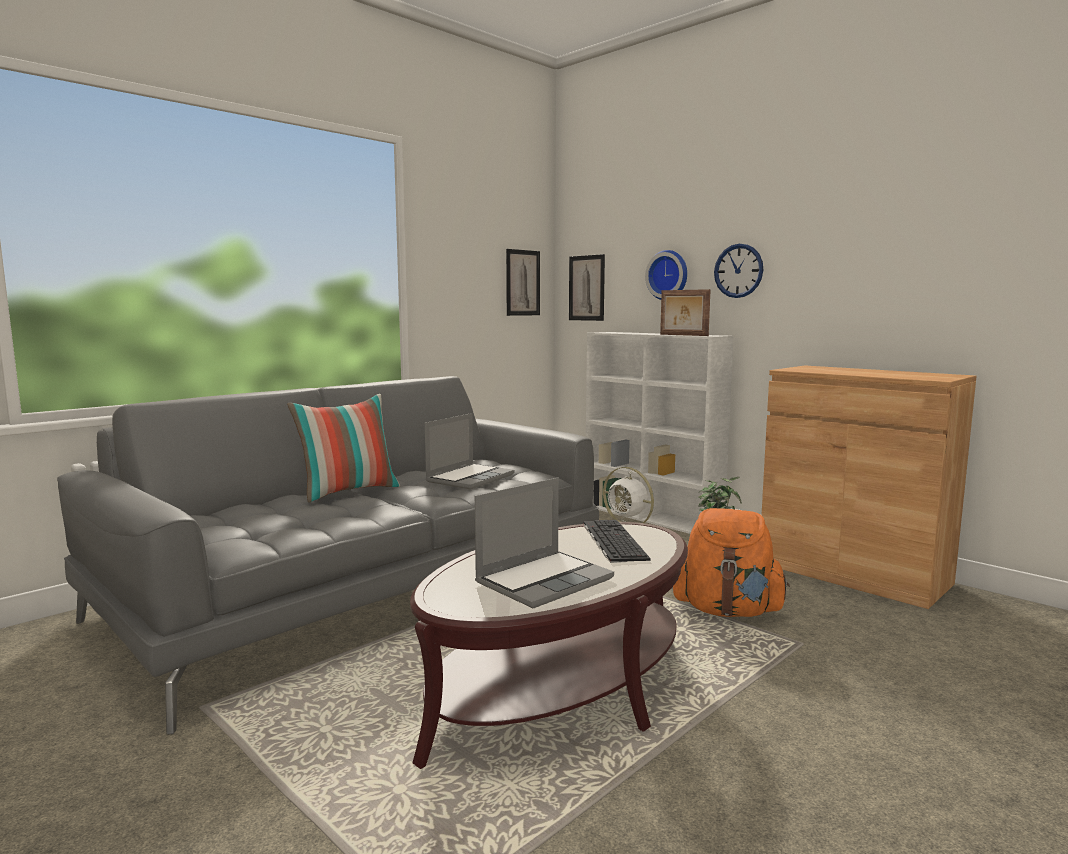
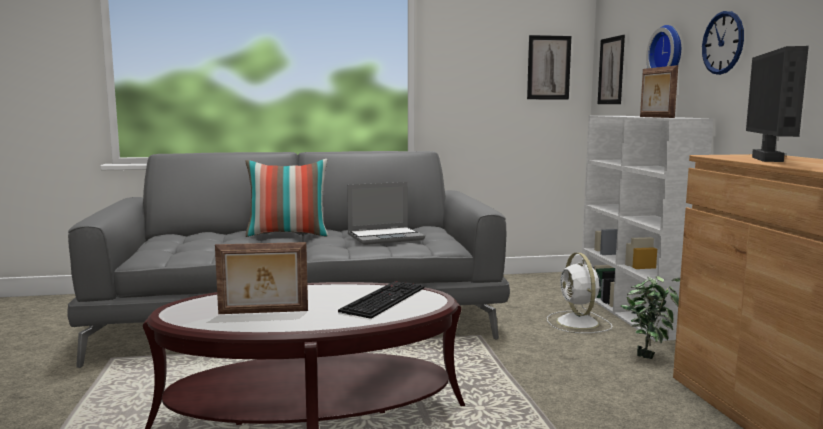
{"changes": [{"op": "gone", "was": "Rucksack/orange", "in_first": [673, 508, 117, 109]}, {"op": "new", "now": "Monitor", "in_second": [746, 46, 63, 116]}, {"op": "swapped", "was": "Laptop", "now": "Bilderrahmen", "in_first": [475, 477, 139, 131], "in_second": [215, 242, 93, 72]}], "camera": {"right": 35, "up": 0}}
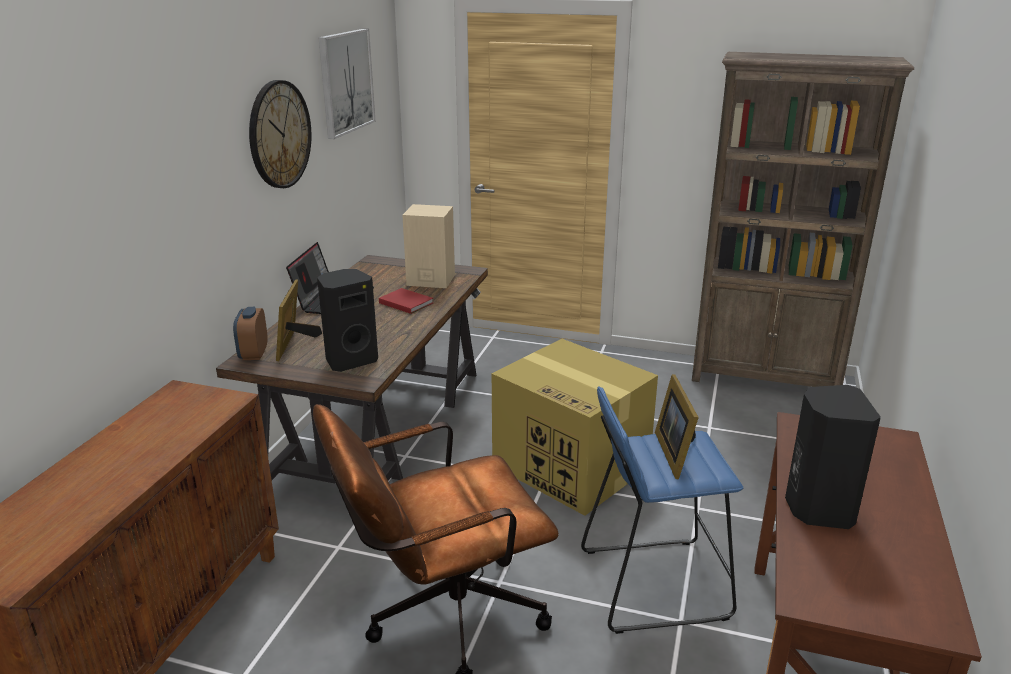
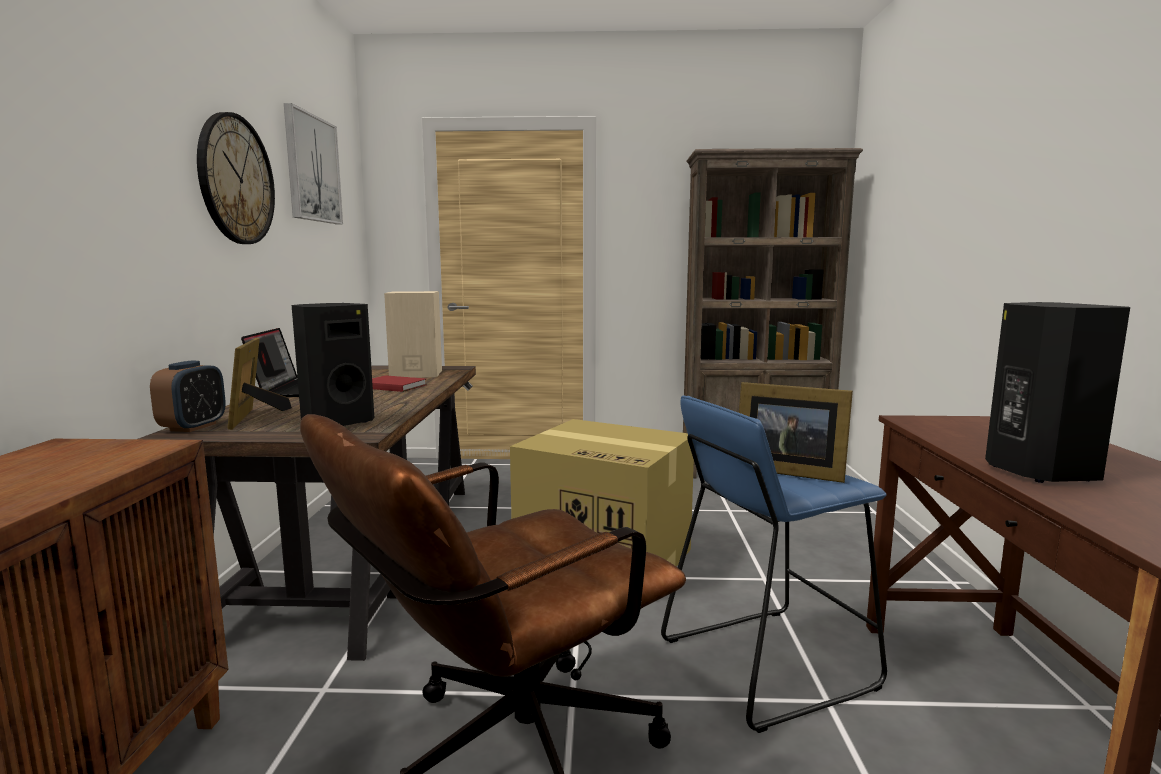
{"changes": [{"op": "rotated", "was": "Wecker", "in_first": [233, 307, 34, 53], "in_second": [150, 360, 76, 72], "clockwise": -150}, {"op": "rotated", "was": "Bilderrahmen", "in_first": [655, 374, 44, 106], "in_second": [739, 382, 114, 101], "clockwise": -45}], "camera": {"right": -15, "up": -15}}
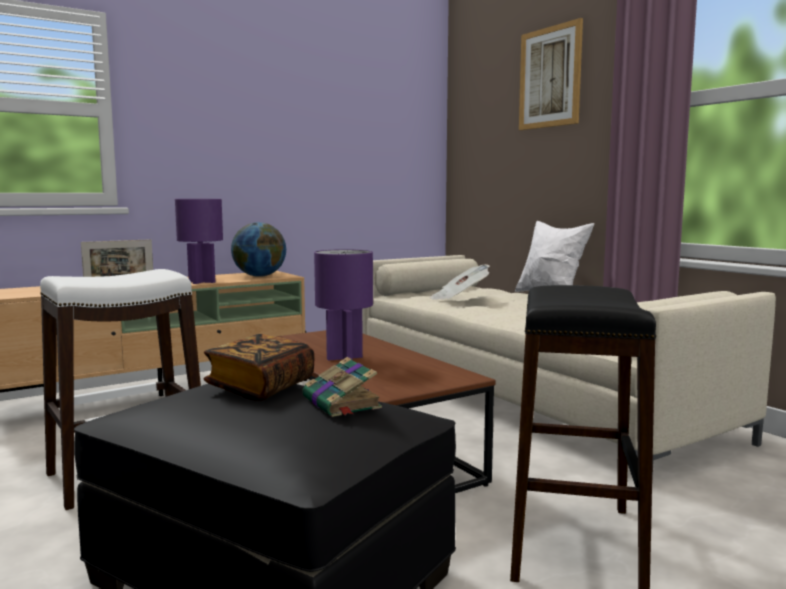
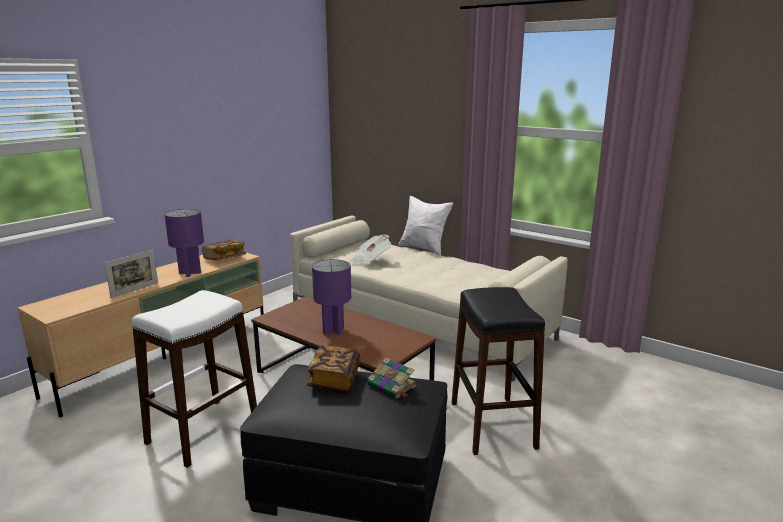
{"changes": [{"op": "gone", "was": "Bild", "in_first": [519, 18, 64, 112]}, {"op": "swapped", "was": "Globus", "now": "Buch", "in_first": [231, 222, 55, 55], "in_second": [202, 240, 44, 20]}], "camera": {"right": -20, "up": 10}}
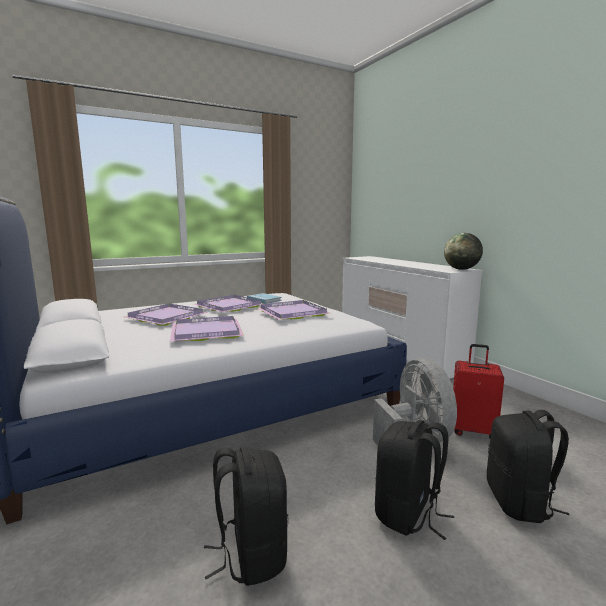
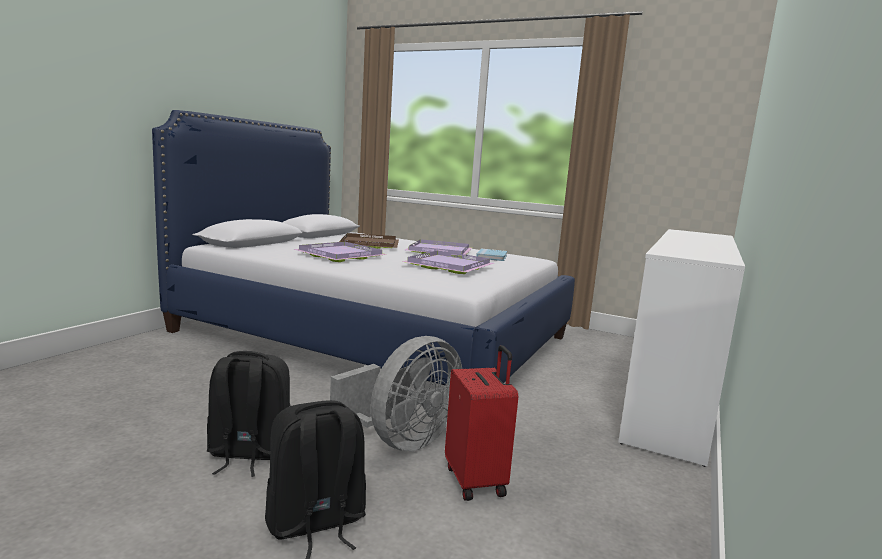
{"changes": [{"op": "gone", "was": "Rucksack/schwarz", "in_first": [204, 447, 84, 139]}, {"op": "gone", "was": "Globus", "in_first": [444, 233, 39, 37]}, {"op": "repainted", "was": "Tablett/lila", "now": "Tablett/braun", "in_first": [124, 304, 84, 22], "in_second": [339, 233, 60, 16]}], "camera": {"right": 55, "up": 0}}
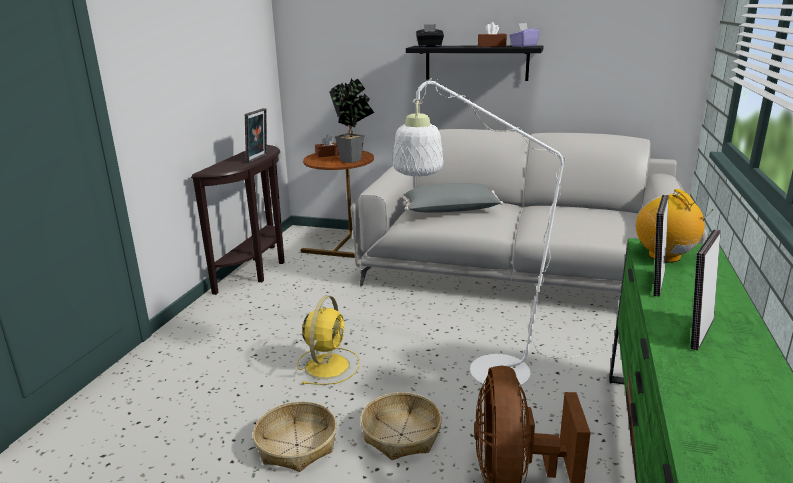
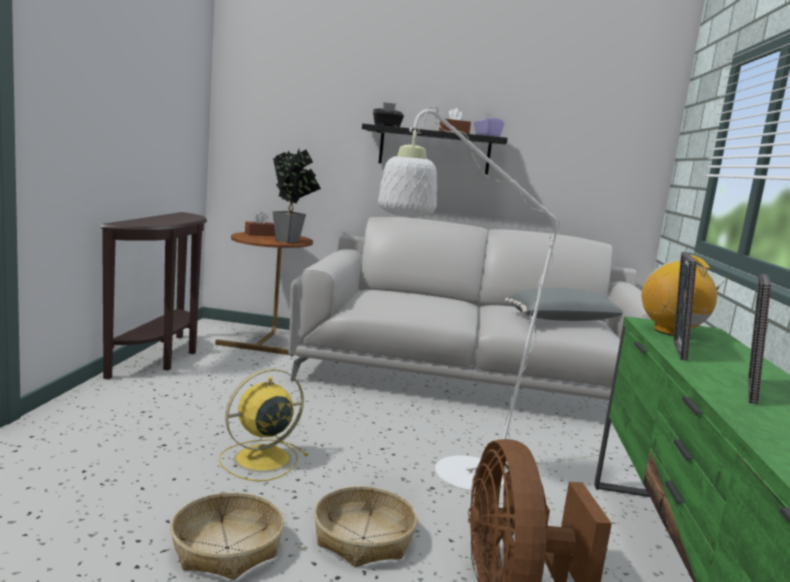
{"changes": [{"op": "gone", "was": "Bilderrahmen", "in_first": [245, 108, 22, 55]}, {"op": "shifted", "was": "Kissen/grau", "in_first": [401, 183, 102, 30], "in_second": [505, 288, 118, 33]}, {"op": "rotated", "was": "Ventilator/gelb", "in_first": [297, 295, 63, 90], "in_second": [219, 368, 90, 113], "clockwise": -135}], "camera": {"right": -10, "up": -10}}
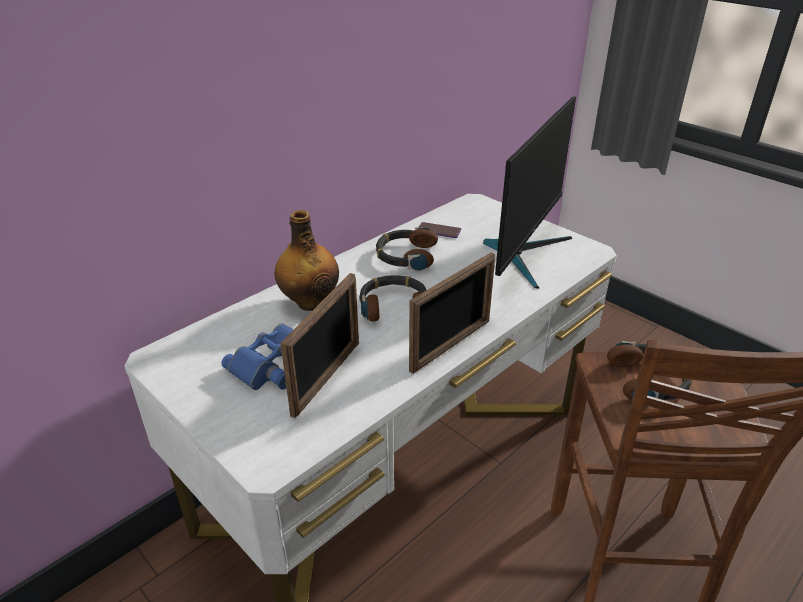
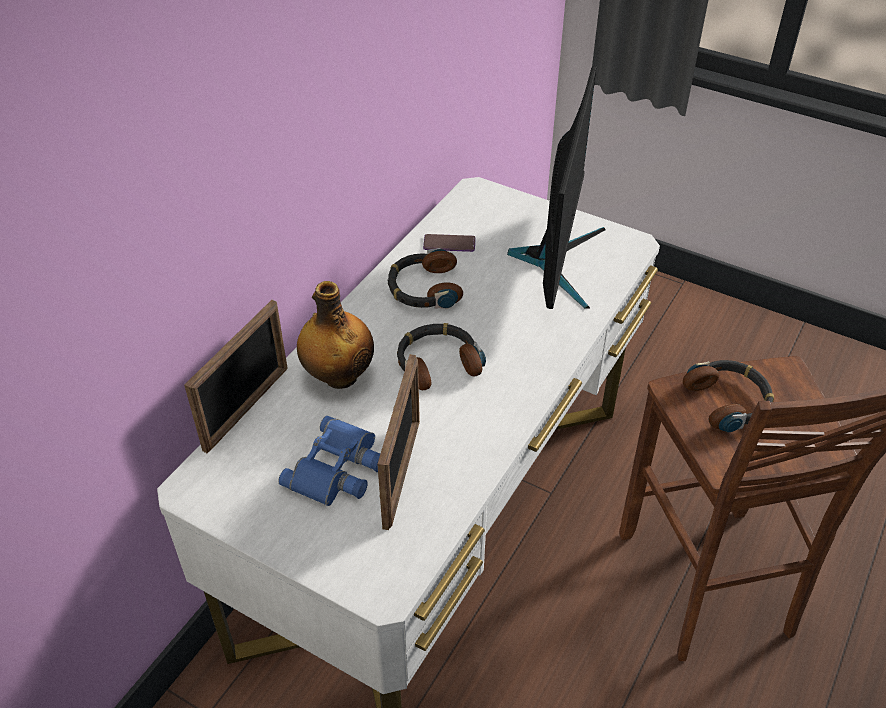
{"changes": [{"op": "shifted", "was": "Bilderrahmen", "in_first": [409, 252, 86, 122], "in_second": [184, 300, 104, 153]}], "camera": {"right": -15, "up": 10}}
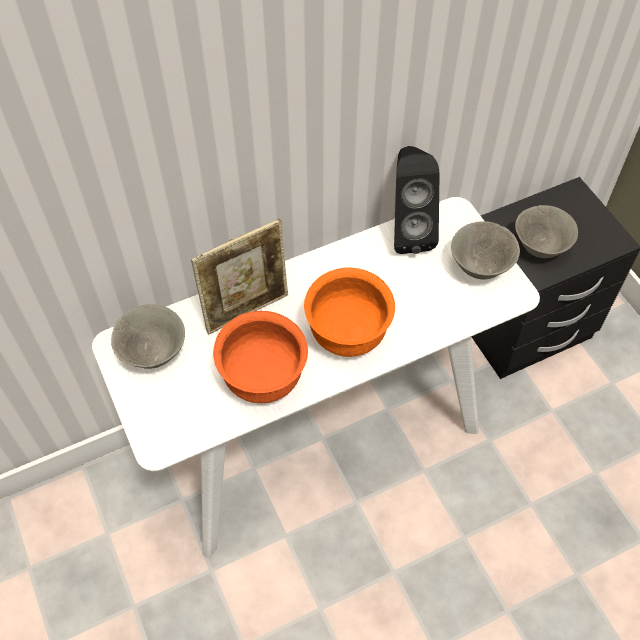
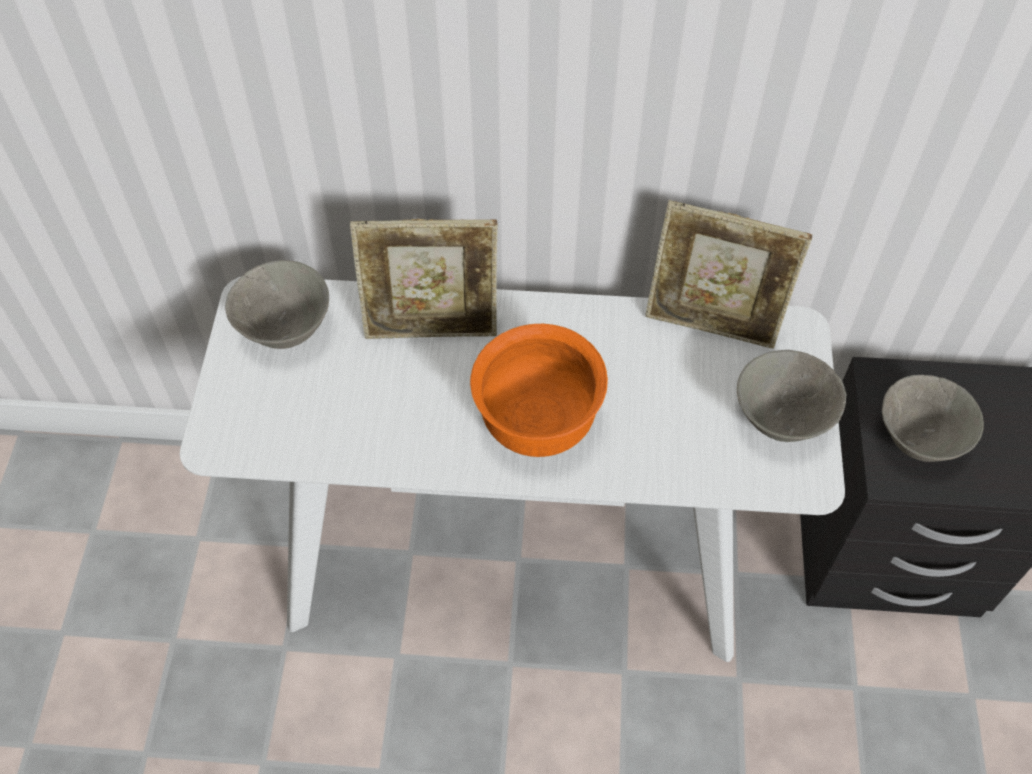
{"changes": [{"op": "gone", "was": "Schüssel/orange", "in_first": [213, 311, 95, 92]}, {"op": "swapped", "was": "Lautsprecher/schwarz", "now": "Bilderrahmen", "in_first": [394, 146, 46, 108], "in_second": [645, 200, 167, 149]}], "camera": {"right": 30, "up": 0}}
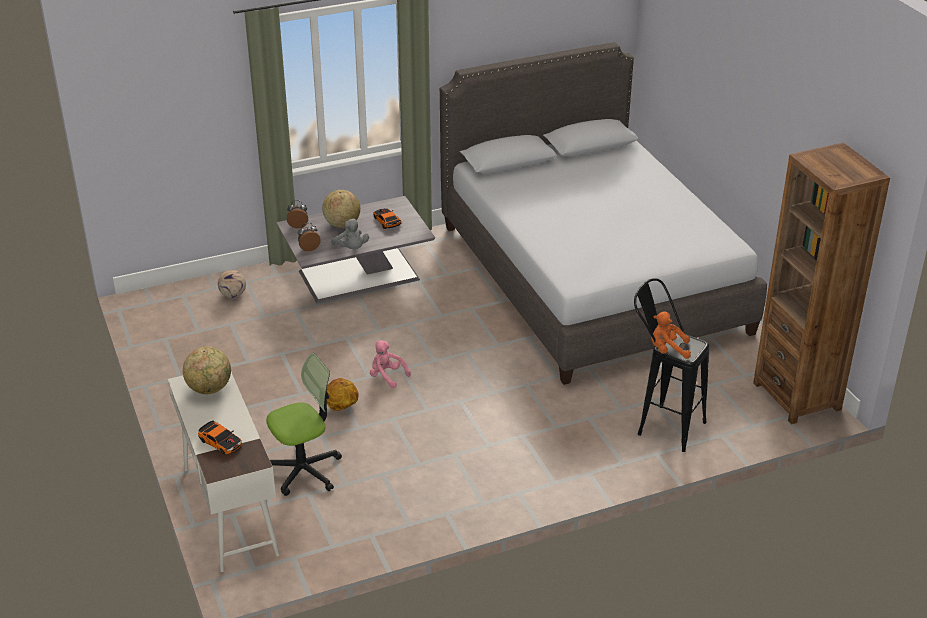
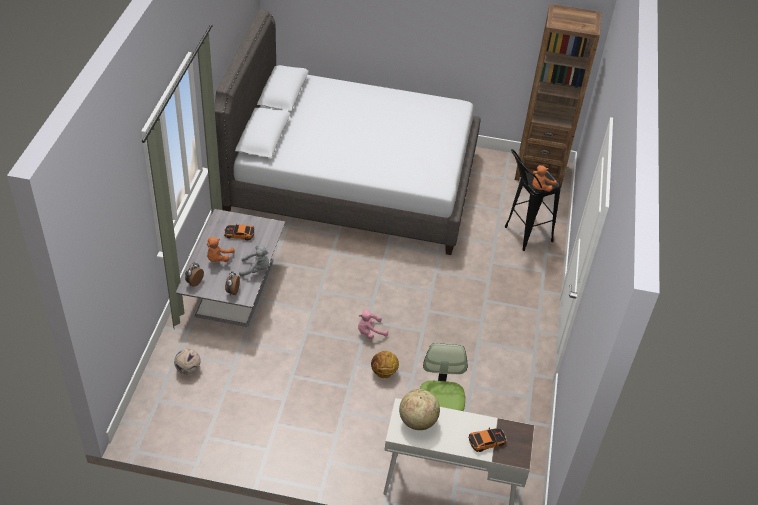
{"changes": [{"op": "swapped", "was": "Globus", "now": "Plüschtier/orange", "in_first": [322, 190, 38, 38], "in_second": [207, 237, 28, 25]}], "camera": {"right": -60, "up": 10}}
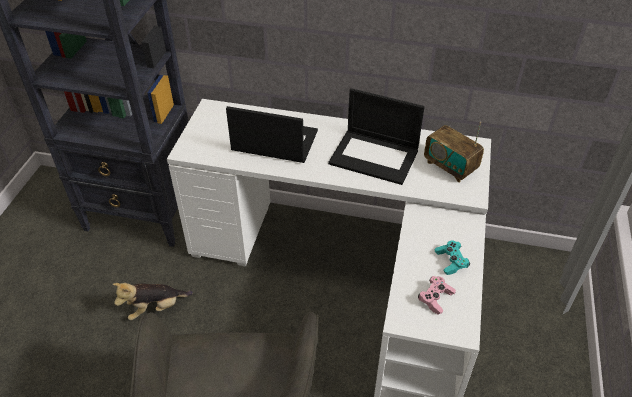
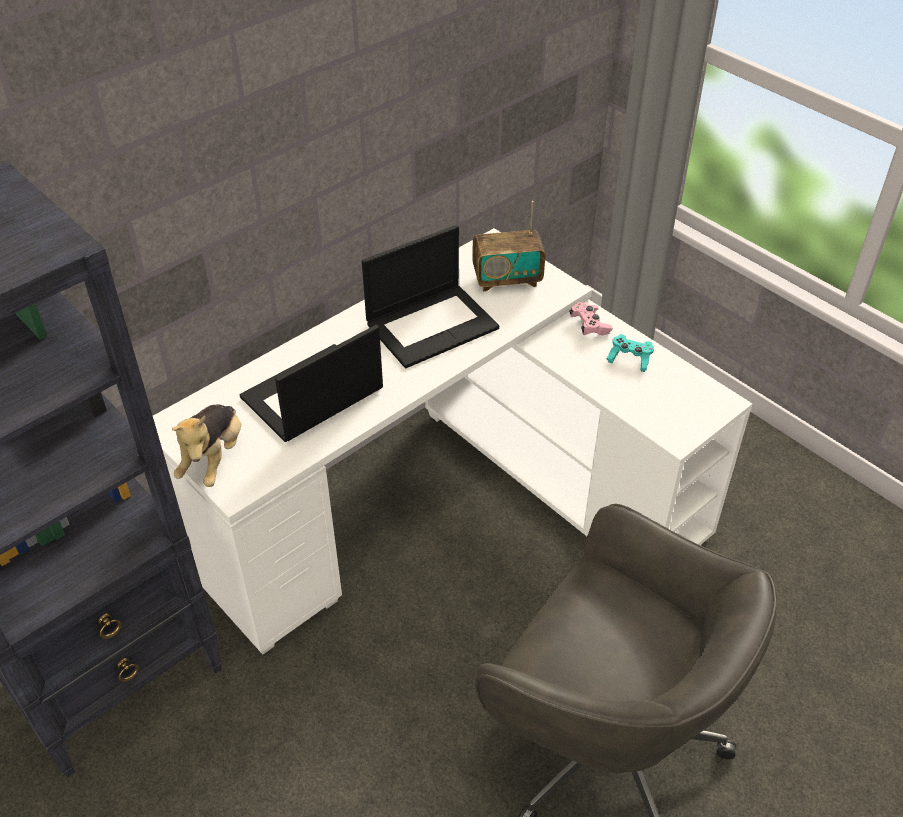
{"changes": [{"op": "shifted", "was": "Plüschtier", "in_first": [113, 283, 80, 37], "in_second": [172, 405, 69, 82]}, {"op": "shifted", "was": "Gamepad/rosa", "in_first": [418, 276, 38, 38], "in_second": [569, 302, 44, 33]}], "camera": {"right": -55, "up": 0}}
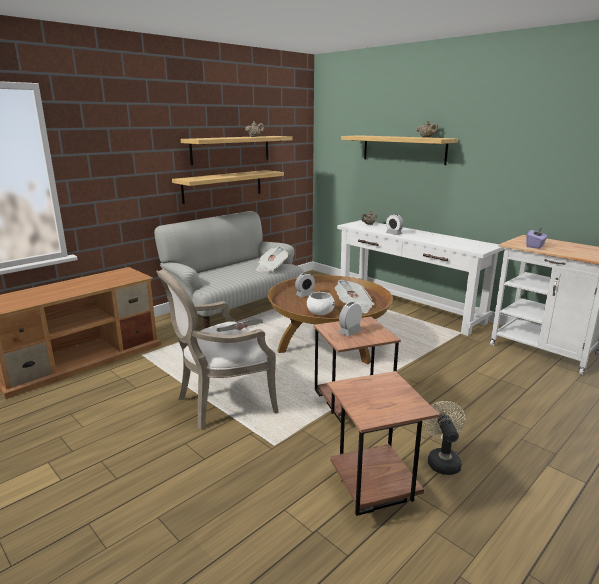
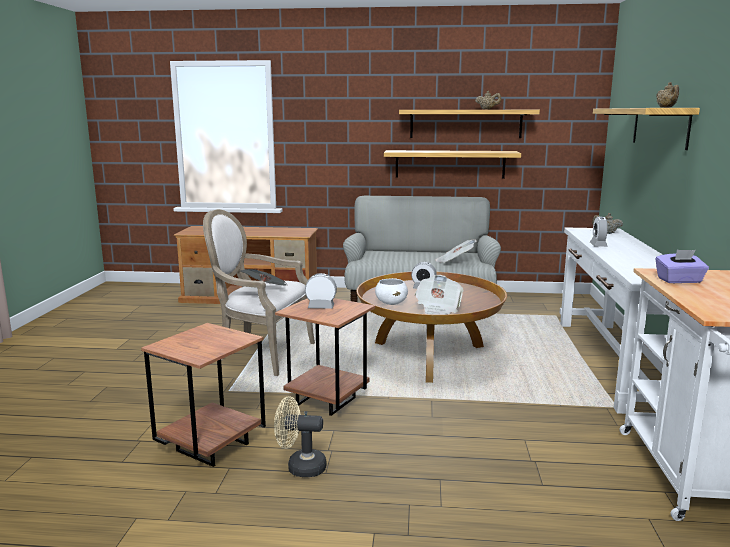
{"changes": [{"op": "rotated", "was": "Ventilator/beige", "in_first": [423, 401, 43, 74], "in_second": [274, 396, 52, 81], "clockwise": -135}], "camera": {"right": 50, "up": -5}}
